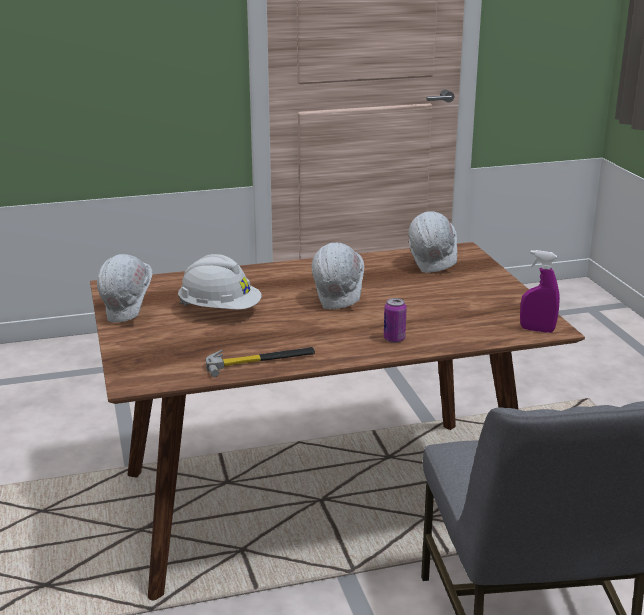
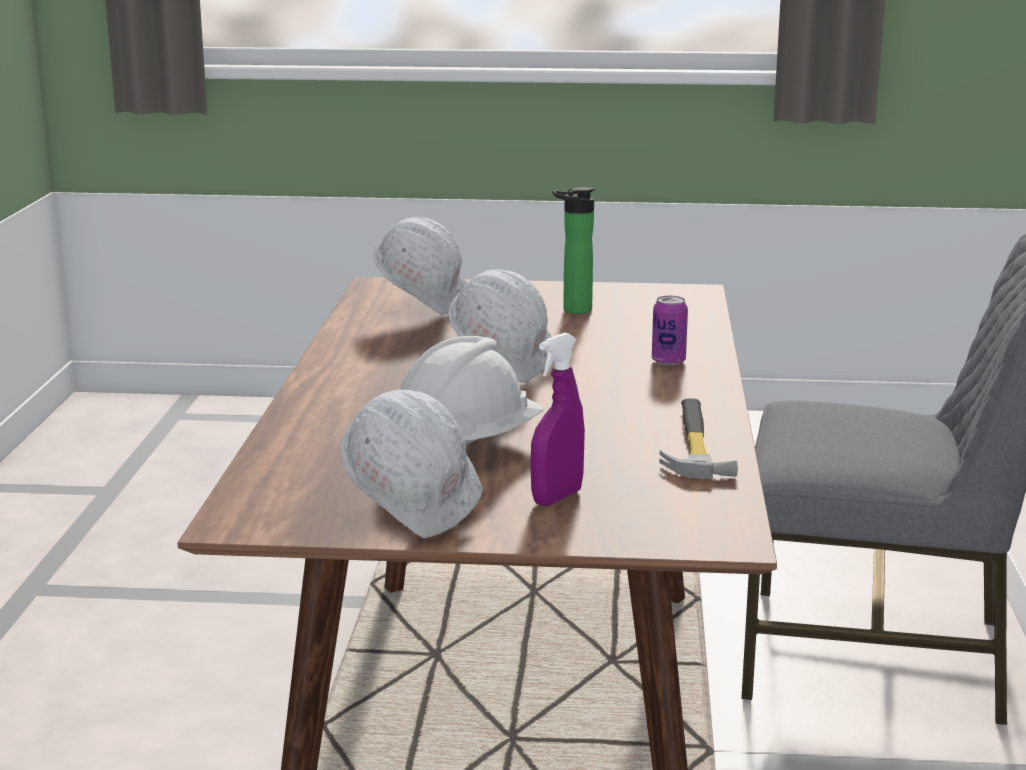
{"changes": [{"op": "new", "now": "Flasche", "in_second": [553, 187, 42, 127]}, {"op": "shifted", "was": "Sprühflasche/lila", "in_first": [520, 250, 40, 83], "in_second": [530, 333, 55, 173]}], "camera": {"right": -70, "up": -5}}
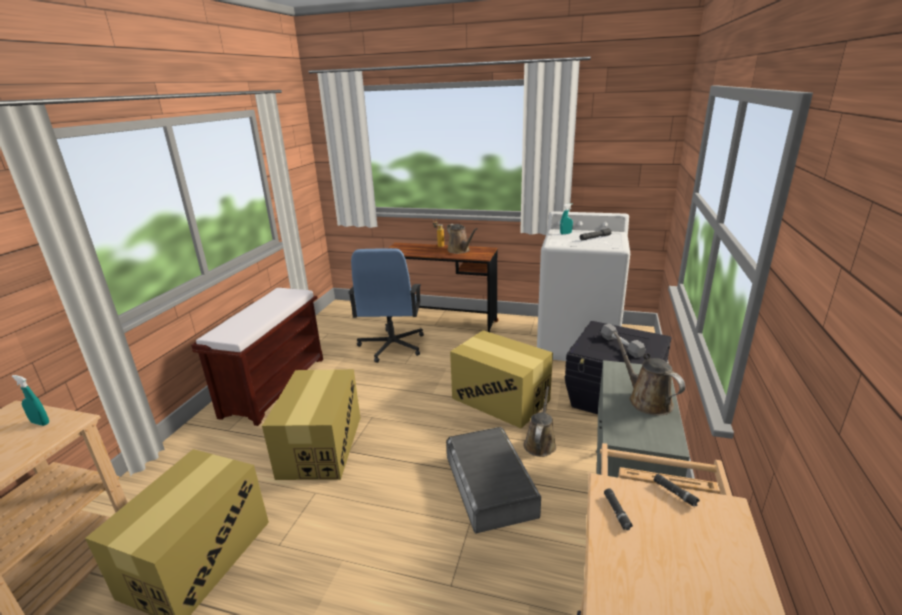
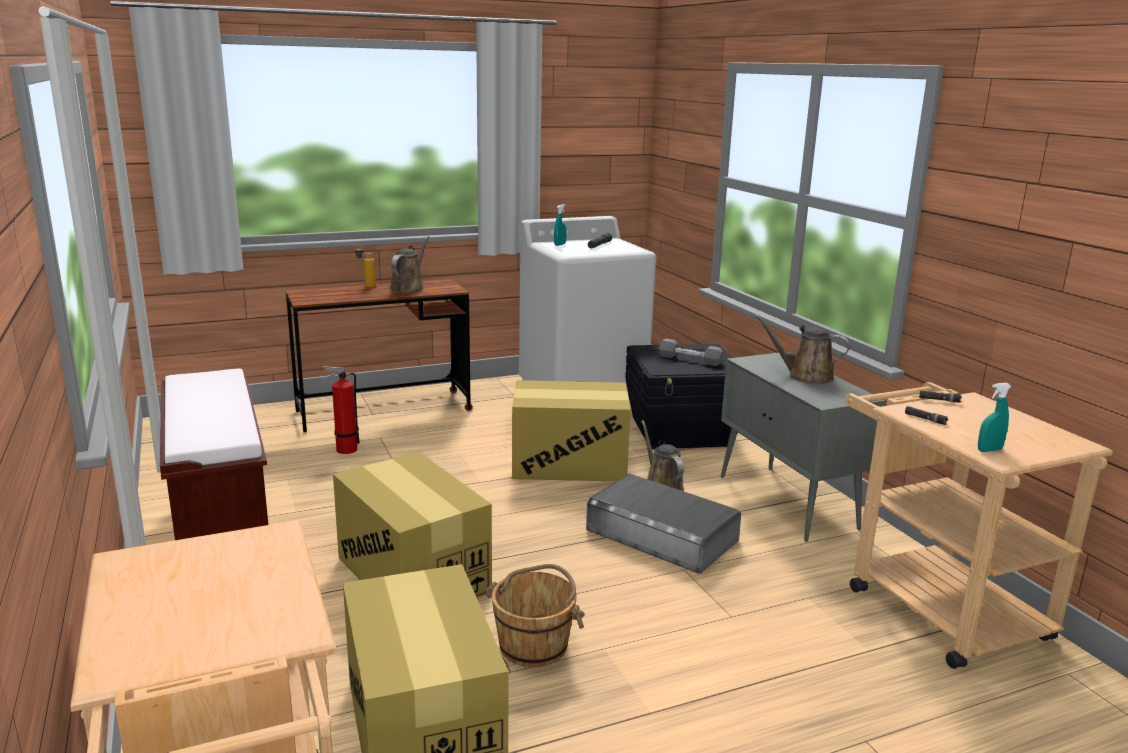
{"changes": [{"op": "new", "now": "Eimer/braun", "in_second": [485, 564, 100, 103]}, {"op": "shifted", "was": "Sprühflasche/türkis", "in_first": [12, 375, 37, 51], "in_second": [978, 383, 33, 69]}, {"op": "swapped", "was": "Bürostuhl/blau", "now": "Feuerlöscher", "in_first": [348, 248, 76, 115], "in_second": [322, 366, 38, 88]}, {"op": "rotated", "was": "Gießkanne/braun", "in_first": [447, 224, 31, 30], "in_second": [389, 236, 40, 57], "clockwise": -90}], "camera": {"right": -40, "up": -5}}
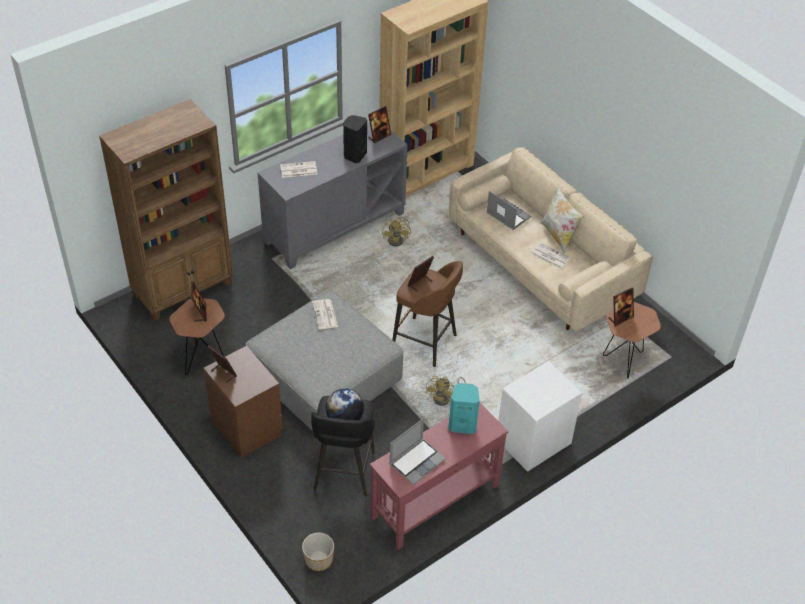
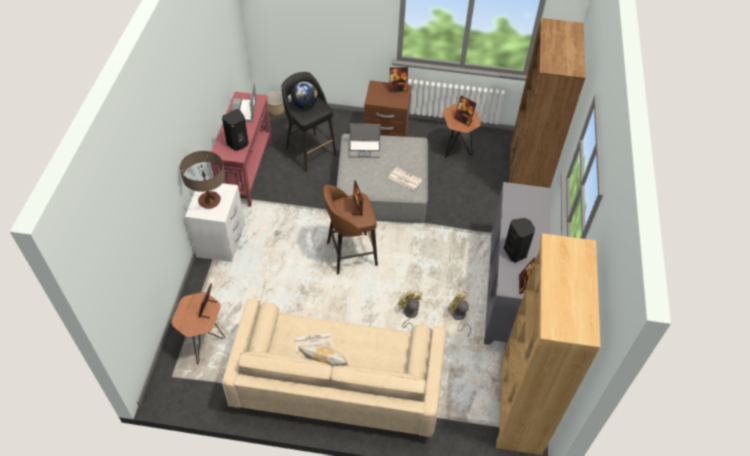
{"changes": [{"op": "gone", "was": "Zeitung", "in_first": [280, 161, 37, 17]}, {"op": "new", "now": "Tischlampe", "in_second": [180, 151, 45, 58]}, {"op": "shifted", "was": "Ventilator/gelb", "in_first": [426, 376, 40, 30], "in_second": [398, 290, 24, 42]}, {"op": "shifted", "was": "Laptop", "in_first": [487, 191, 44, 39], "in_second": [349, 124, 32, 34]}, {"op": "repainted", "was": "Lautsprecher/türkis", "now": "Lautsprecher/schwarz", "in_first": [448, 383, 32, 51], "in_second": [222, 109, 27, 42]}], "camera": {"right": 135, "up": 5}}
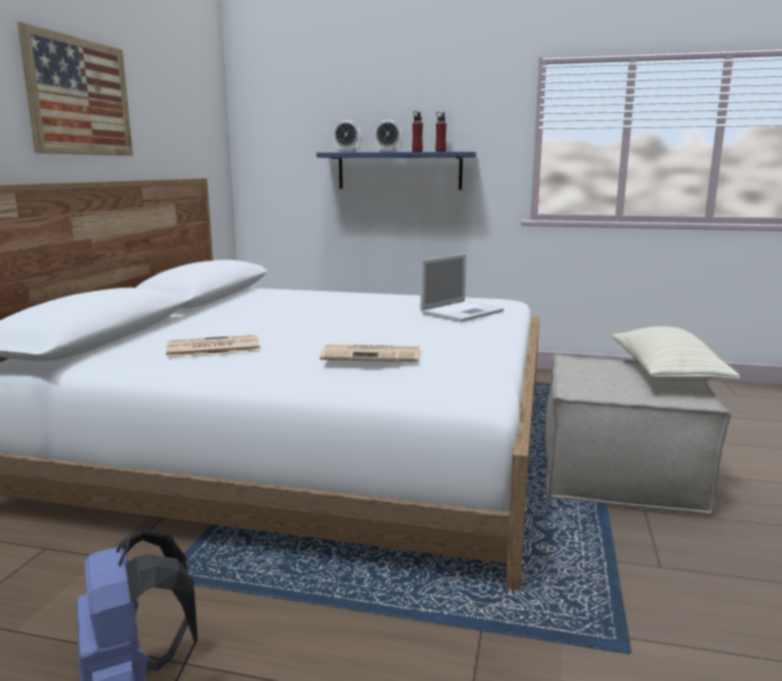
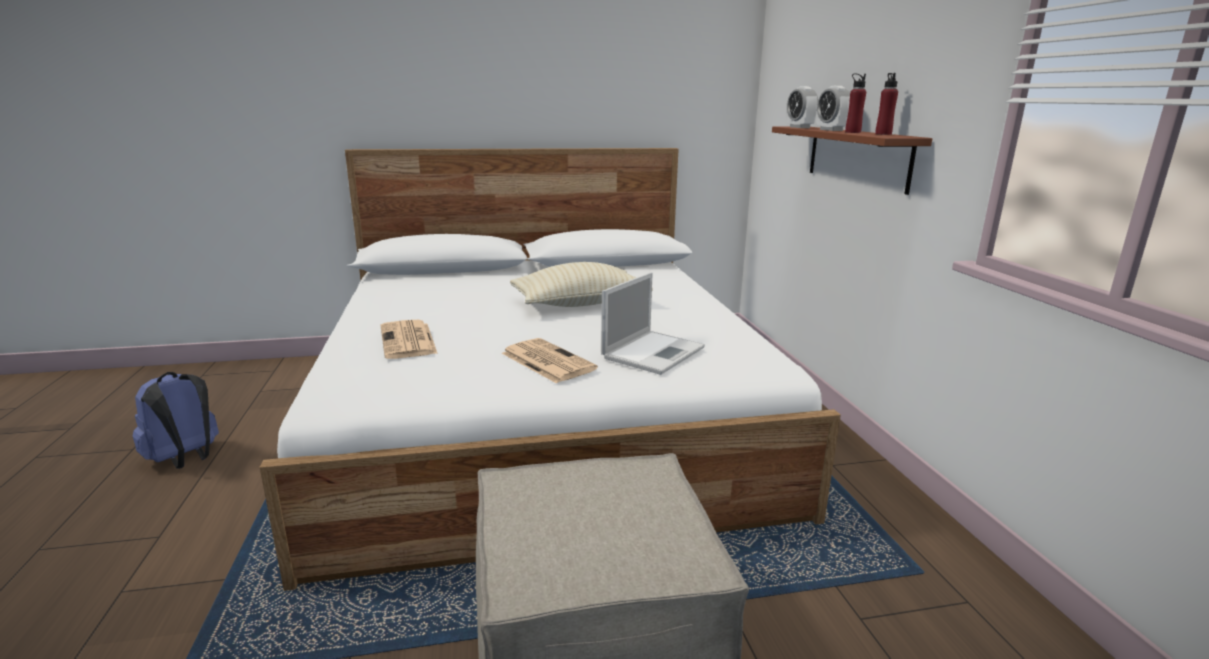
{"changes": [{"op": "gone", "was": "Bild", "in_first": [17, 22, 116, 134]}, {"op": "shifted", "was": "Zeitung", "in_first": [166, 335, 94, 22], "in_second": [502, 338, 96, 45]}, {"op": "shifted", "was": "Kissen/beige", "in_first": [612, 326, 129, 55], "in_second": [510, 262, 143, 45]}, {"op": "repainted", "was": "Wandregal/blau", "now": "Wandregal/braun", "in_first": [316, 152, 160, 38], "in_second": [772, 126, 160, 69]}, {"op": "rotated", "was": "Laptop", "in_first": [420, 254, 84, 68], "in_second": [601, 272, 104, 103], "clockwise": -75}], "camera": {"right": 65, "up": 5}}
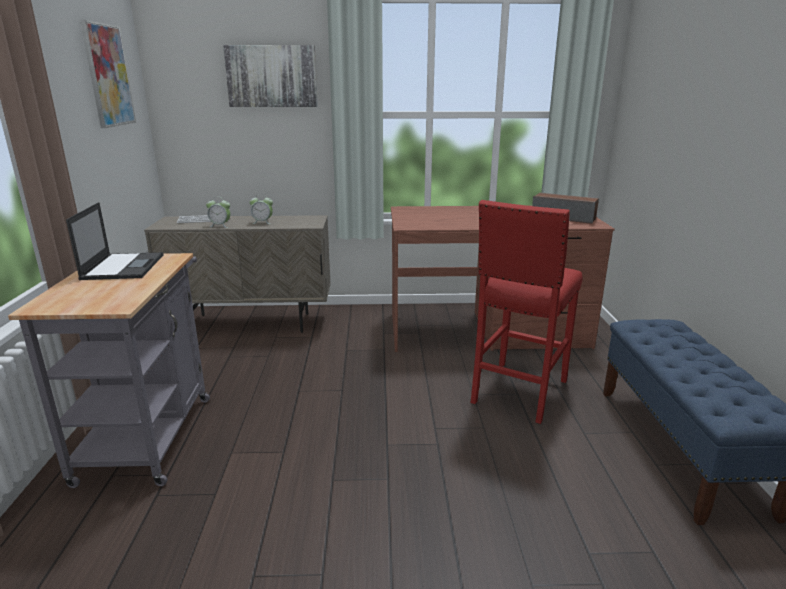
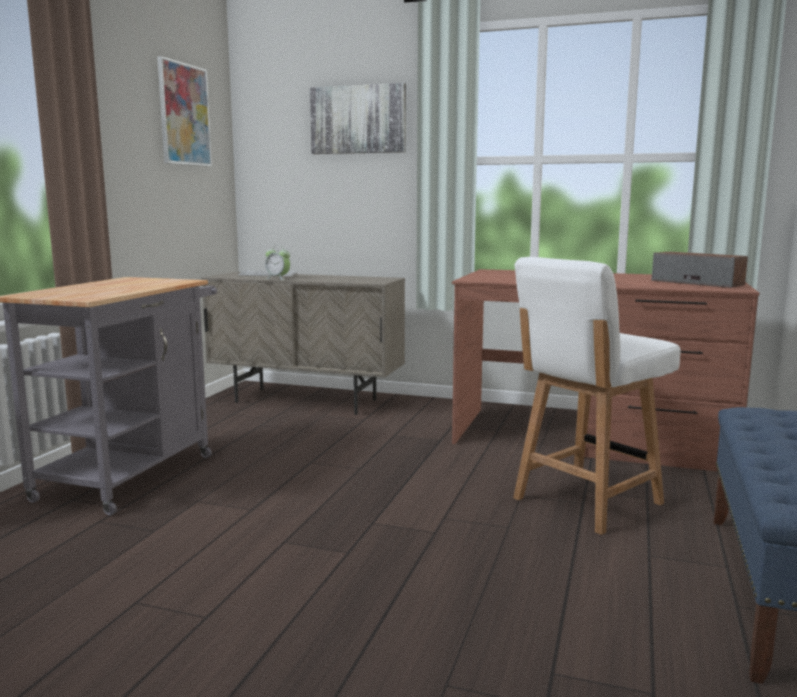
{"changes": [{"op": "gone", "was": "Laptop", "in_first": [66, 202, 97, 78]}, {"op": "gone", "was": "Wecker", "in_first": [249, 194, 24, 30]}, {"op": "swapped", "was": "Hocker/rot", "now": "Stuhl/weiß", "in_first": [471, 200, 112, 224], "in_second": [513, 257, 168, 278]}], "camera": {"right": 20, "up": -10}}
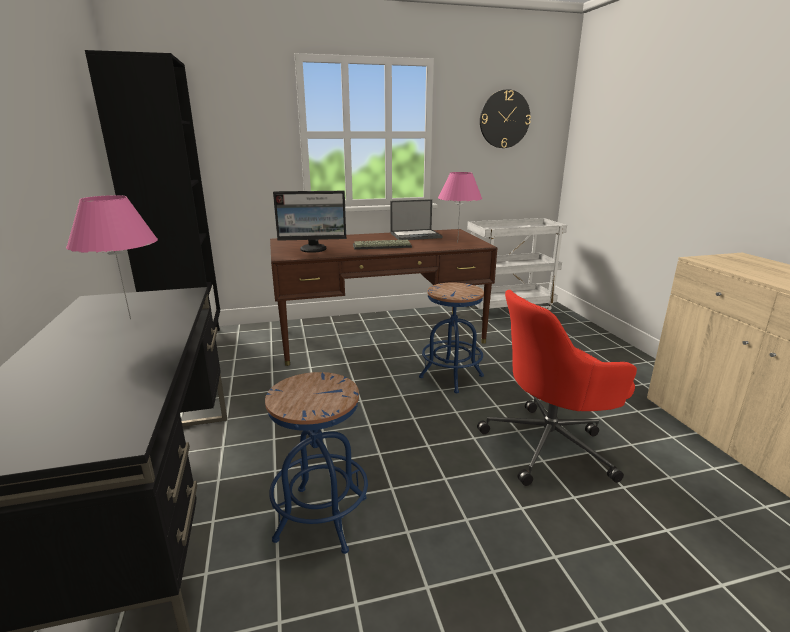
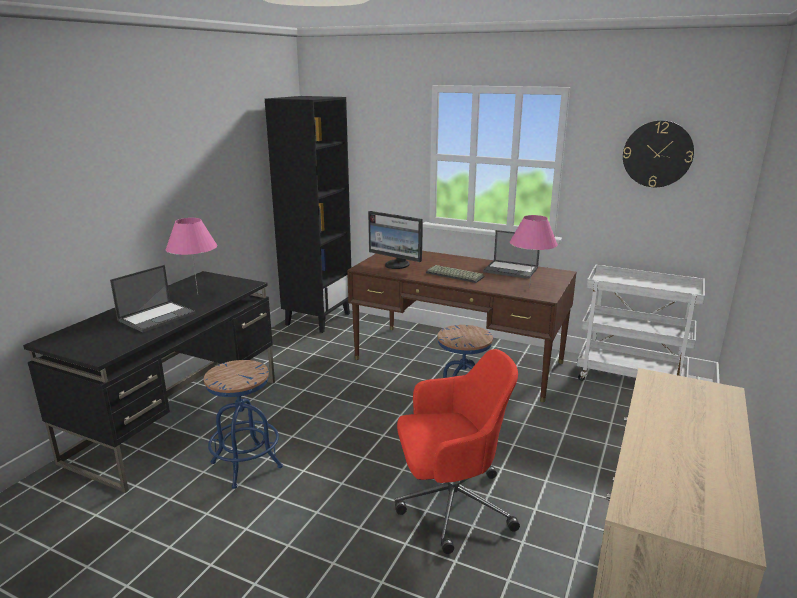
{"changes": [{"op": "new", "now": "Laptop", "in_second": [110, 265, 86, 67]}, {"op": "rotated", "was": "Bürostuhl/rot", "in_first": [477, 290, 160, 196], "in_second": [395, 349, 125, 205], "clockwise": 150}], "camera": {"right": 40, "up": 0}}
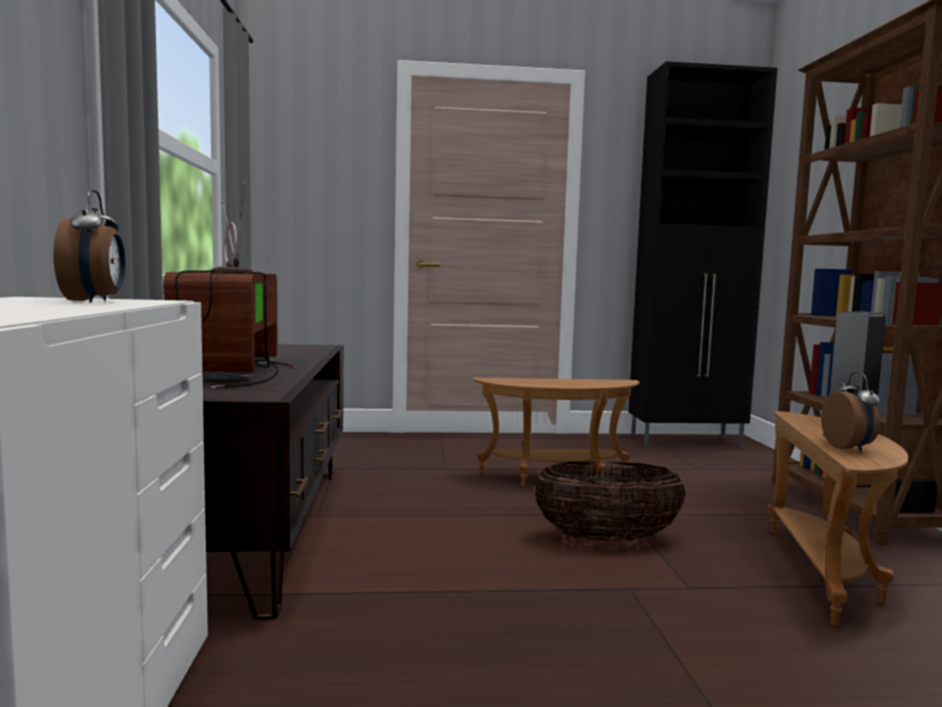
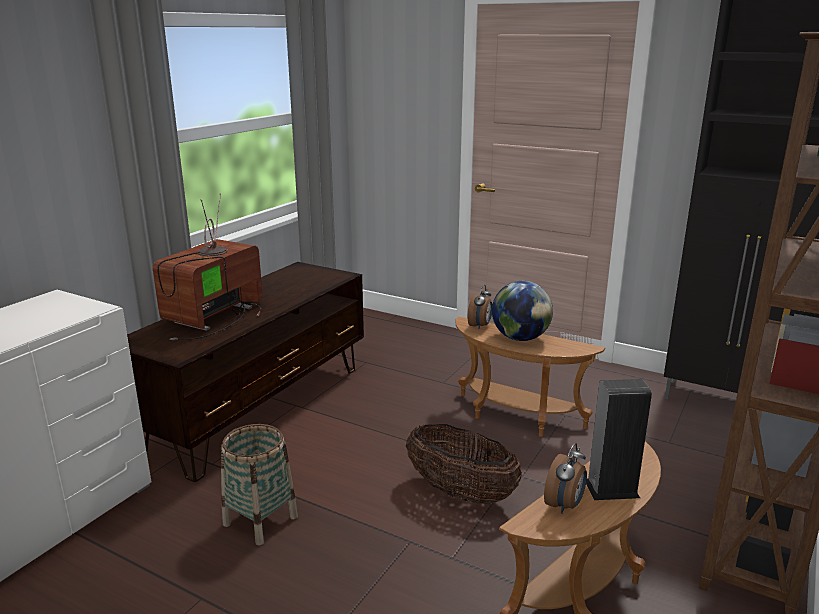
{"changes": [{"op": "new", "now": "Korb", "in_second": [221, 424, 77, 122]}, {"op": "new", "now": "Globus", "in_second": [492, 281, 61, 60]}, {"op": "shifted", "was": "Wecker", "in_first": [53, 190, 72, 113], "in_second": [468, 284, 25, 46]}], "camera": {"right": 35, "up": 15}}
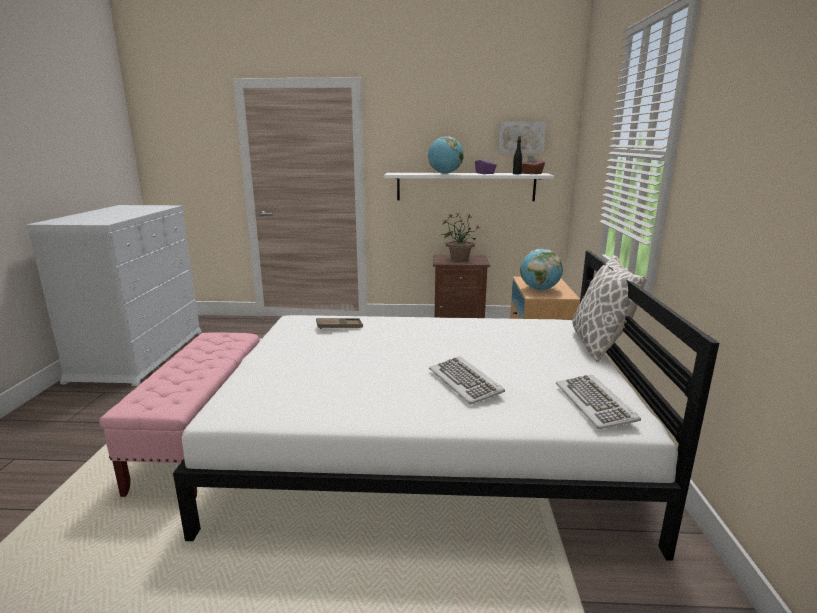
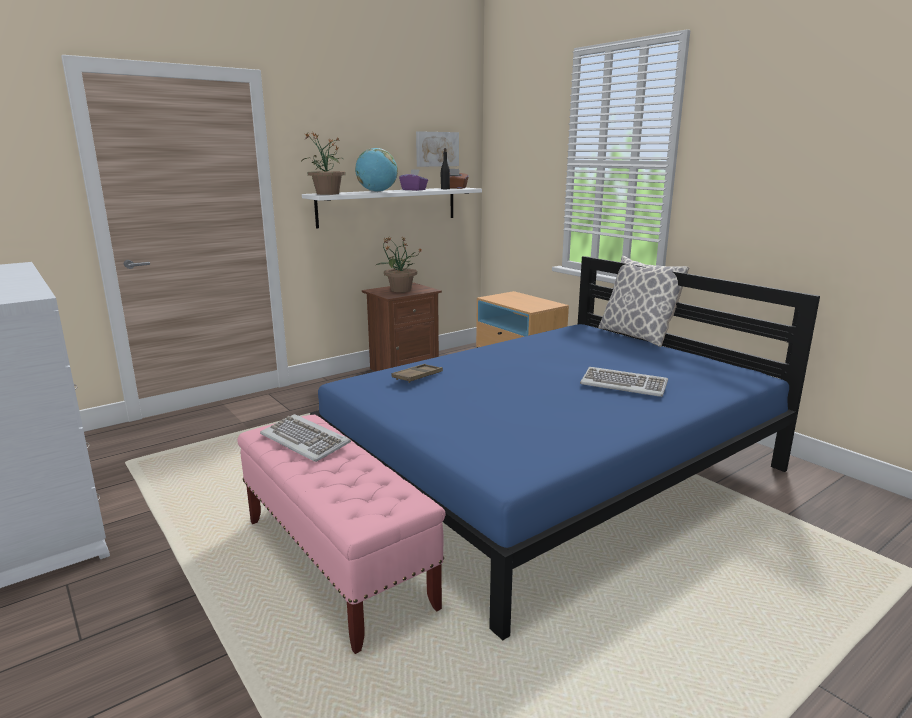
{"changes": [{"op": "gone", "was": "Globus", "in_first": [520, 249, 43, 41]}, {"op": "new", "now": "Topfpflanze", "in_second": [302, 133, 44, 62]}, {"op": "shifted", "was": "Tastatur", "in_first": [556, 375, 85, 54], "in_second": [260, 414, 91, 48]}, {"op": "repainted", "was": "Bett/weiß", "now": "Bett/blau", "in_first": [173, 251, 546, 310], "in_second": [310, 256, 510, 384]}], "camera": {"right": -40, "up": 0}}
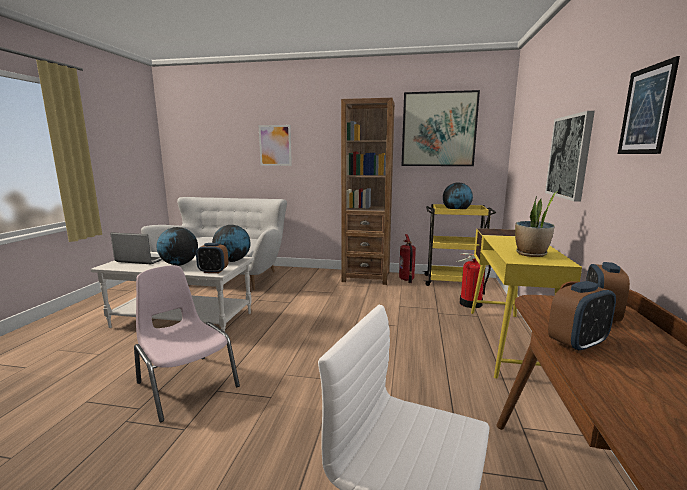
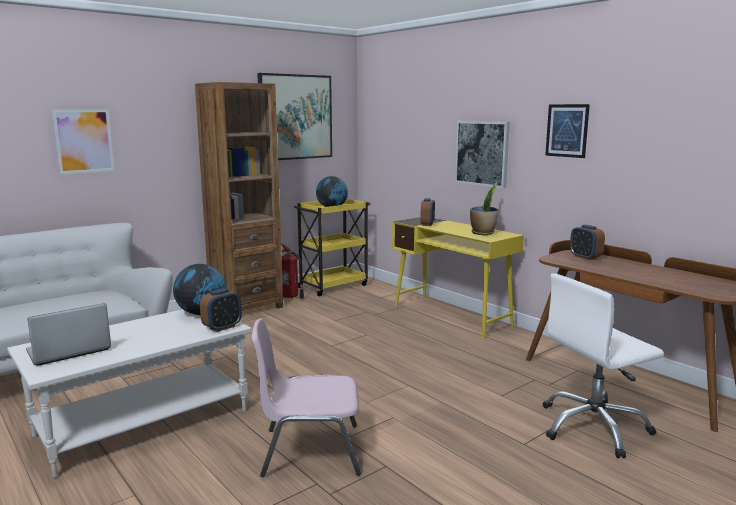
{"changes": [{"op": "gone", "was": "Globus", "in_first": [157, 227, 41, 39]}, {"op": "gone", "was": "Feuerlöscher", "in_first": [457, 253, 34, 55]}, {"op": "shifted", "was": "Wecker", "in_first": [548, 281, 68, 72], "in_second": [420, 198, 15, 28]}], "camera": {"right": -50, "up": 0}}
